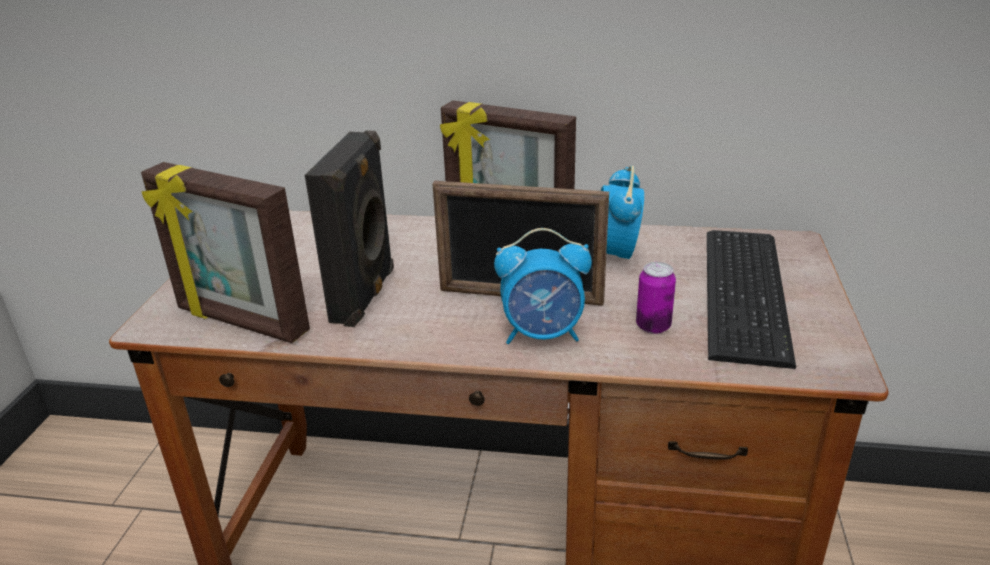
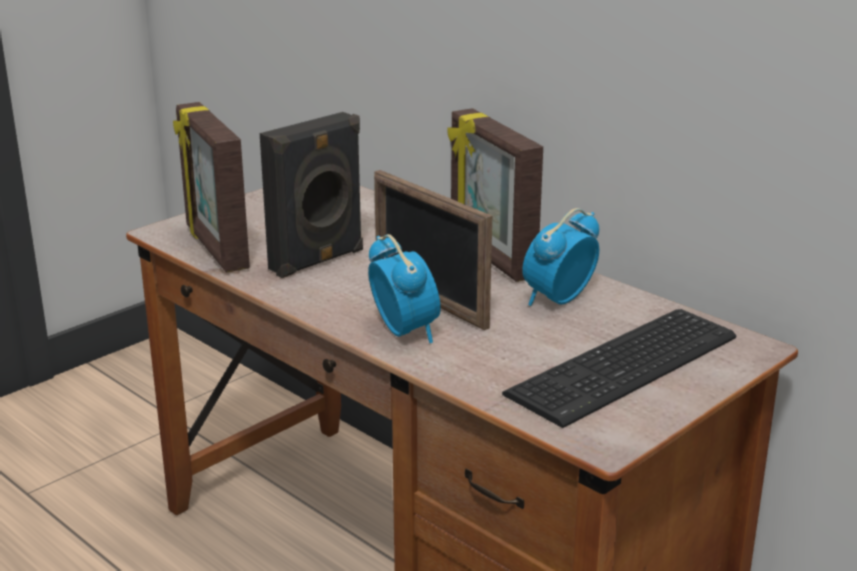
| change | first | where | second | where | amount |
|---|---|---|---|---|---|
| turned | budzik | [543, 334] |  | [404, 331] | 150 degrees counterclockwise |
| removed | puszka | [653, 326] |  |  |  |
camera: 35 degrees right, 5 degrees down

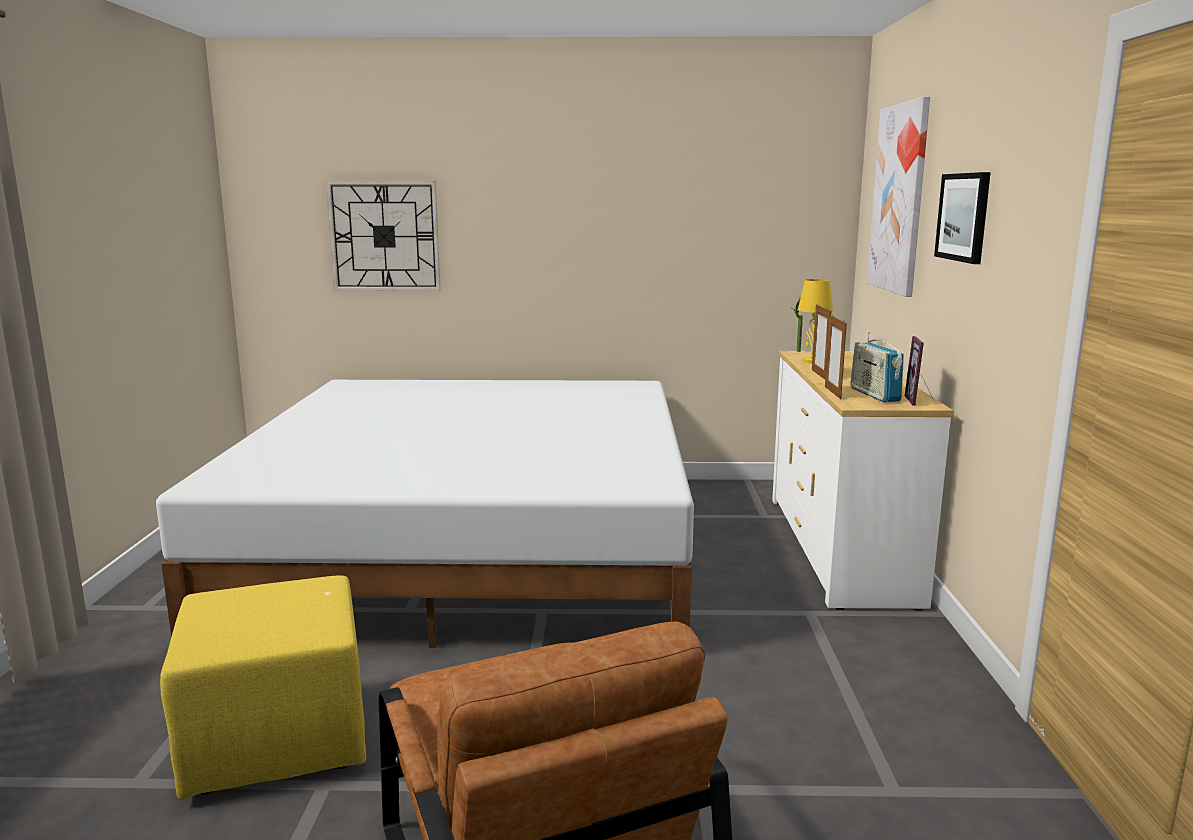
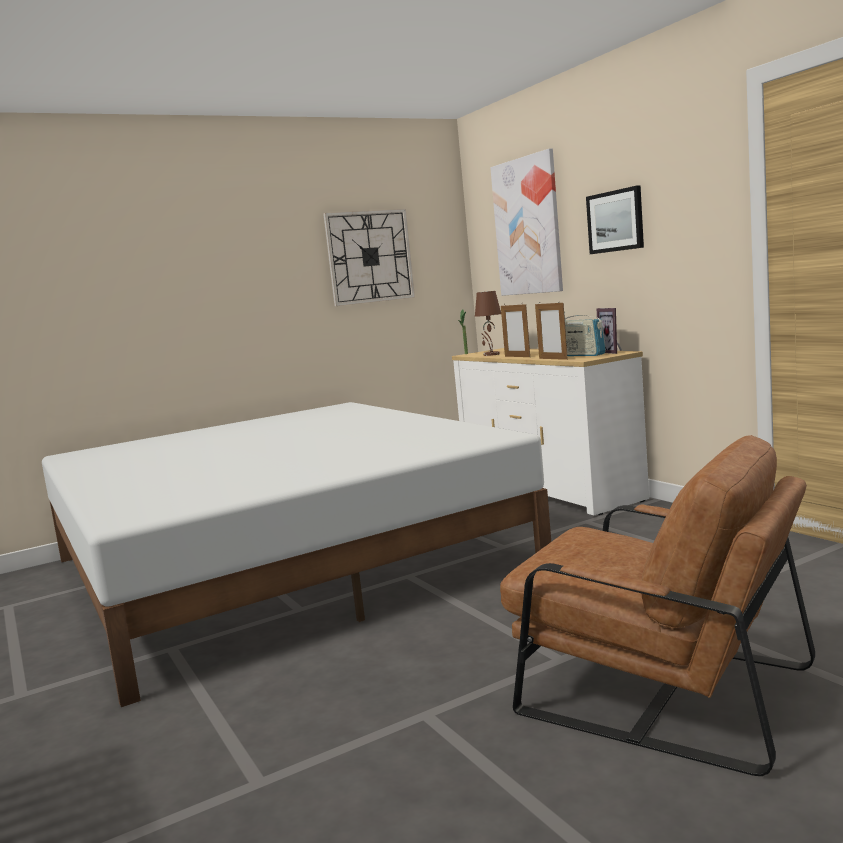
| change | first | where | second | where | amount |
|---|---|---|---|---|---|
| removed | pufa (żółty) | [280, 740] |  |  |  |
| moved | zegar ścienny | [384, 236] |  | [369, 257] |  |
| recoloured | lampa stołowa (żółty) | [811, 361] | lampa stołowa (brązowy) | [491, 354] |  |
camera: 30 degrees left, 5 degrees down

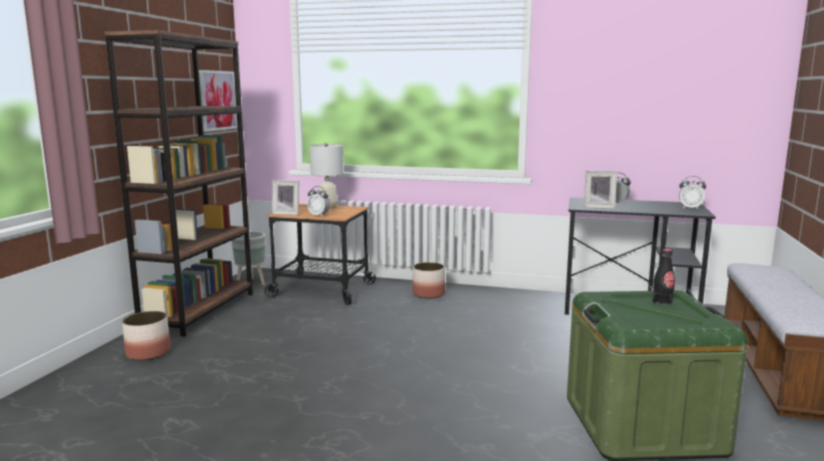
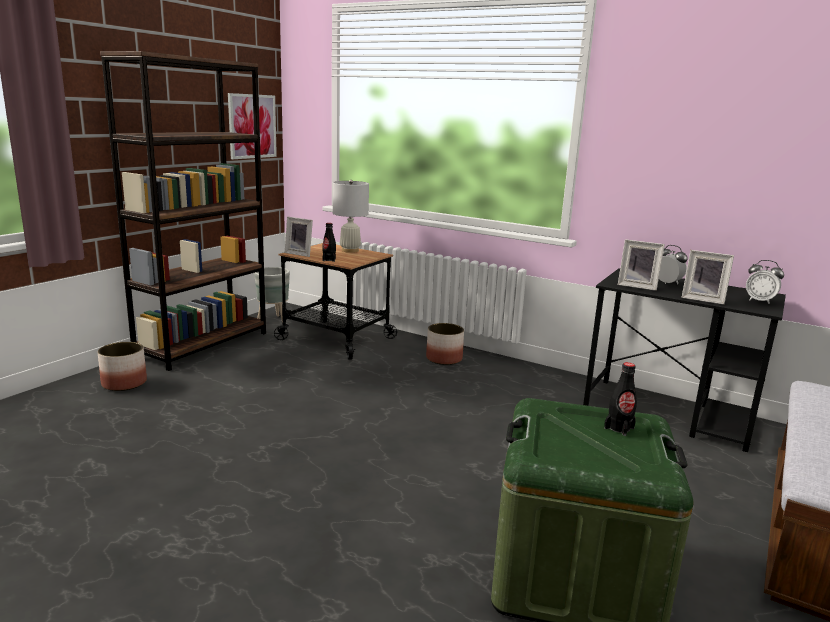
| change | first | where | second | where | amount |
|---|---|---|---|---|---|
| replaced | budzik | [319, 215] | butelka (czarny) | [329, 260] |  |
| added |  |  | ramka na zdjęcie | [703, 299] |  |
camera: 15 degrees right, 5 degrees up

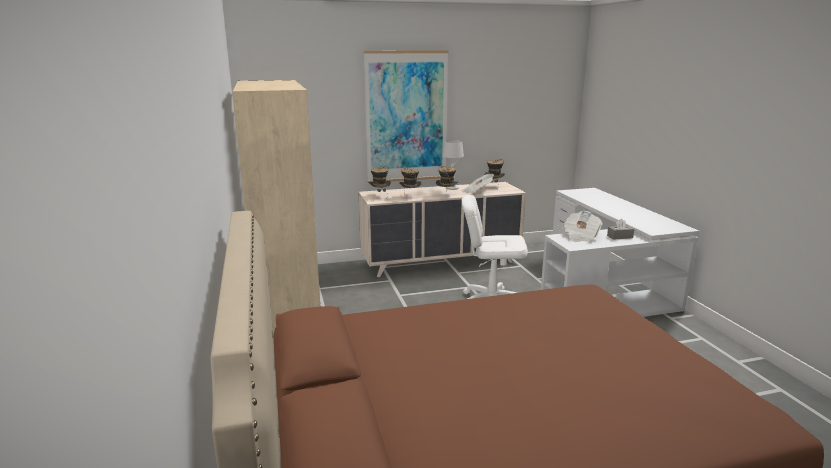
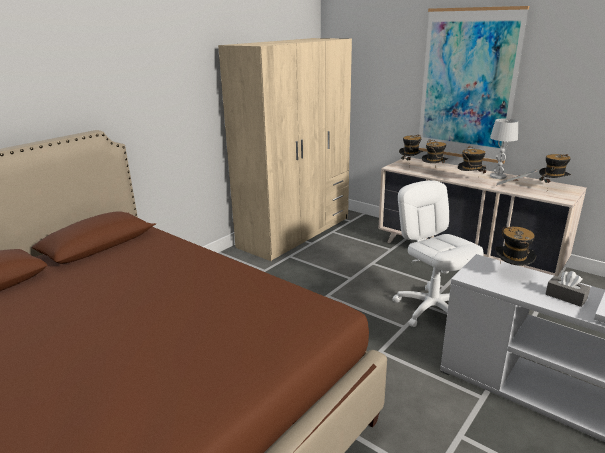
| change | first | where | second | where | amount |
|---|---|---|---|---|---|
| replaced | gazeta | [580, 237] | kapelusz | [511, 273] |  |
camera: 55 degrees right, 5 degrees up

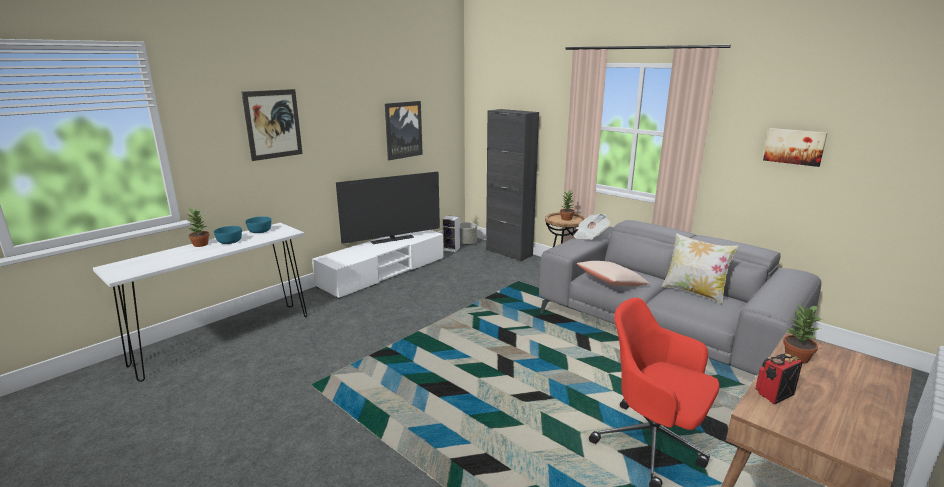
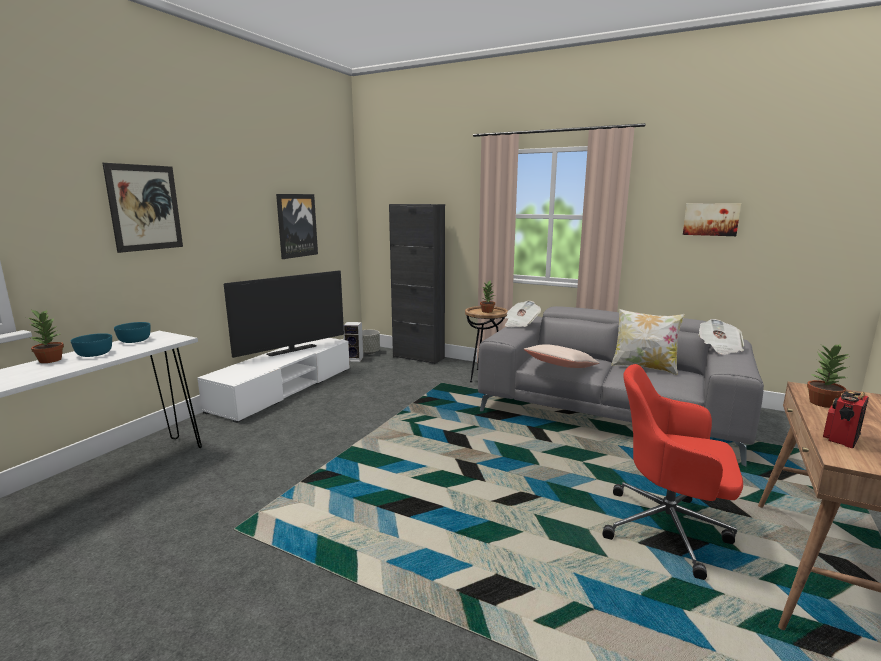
| change | first | where | second | where | amount |
|---|---|---|---|---|---|
| added |  |  | gazeta | [719, 348] |  |
camera: 15 degrees left, 5 degrees down

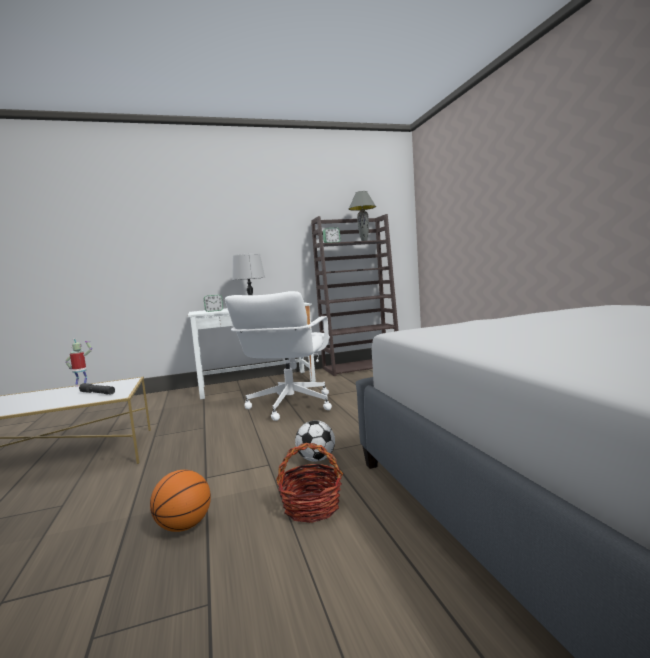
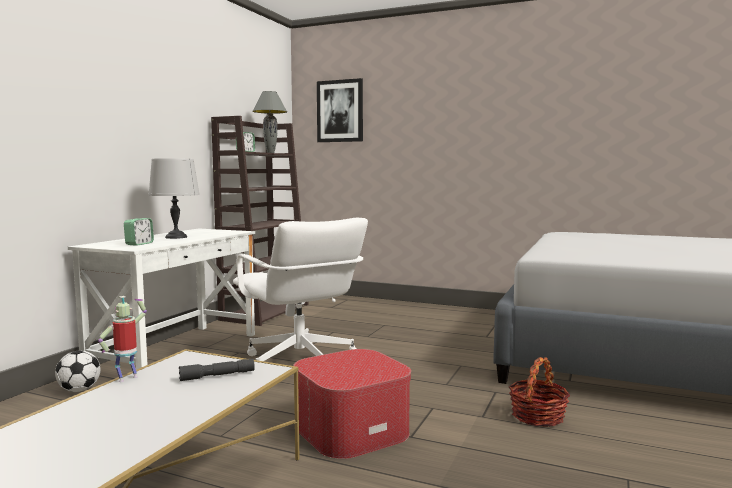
| change | first | where | second | where | amount |
|---|---|---|---|---|---|
| removed | piłka do koszykówki | [184, 526] |  |  |  |
| moved | piłka futbolowa | [316, 459] |  | [79, 390] |  |
| added |  |  | pufa | [351, 429] |  |
| added |  |  | obraz | [340, 111] |  |
camera: 50 degrees left, 0 degrees up

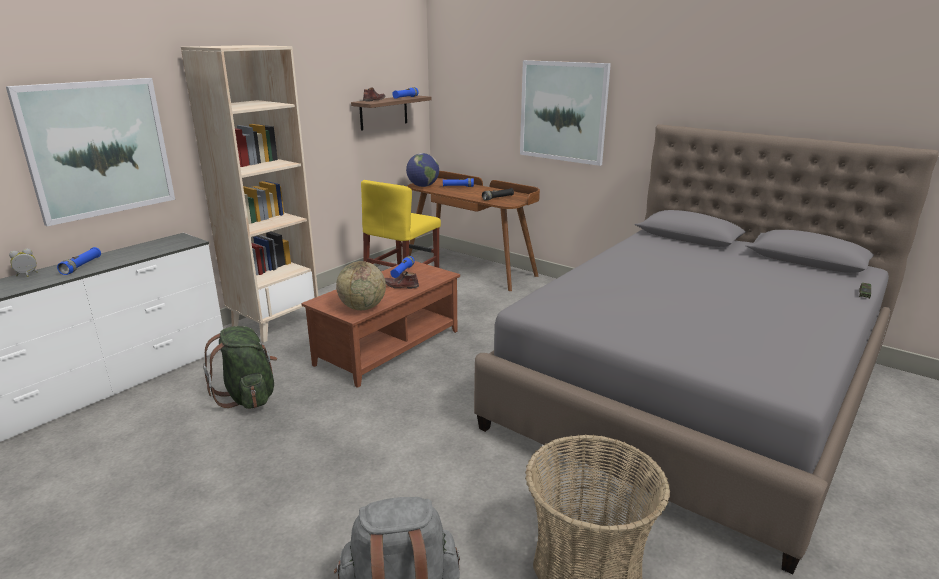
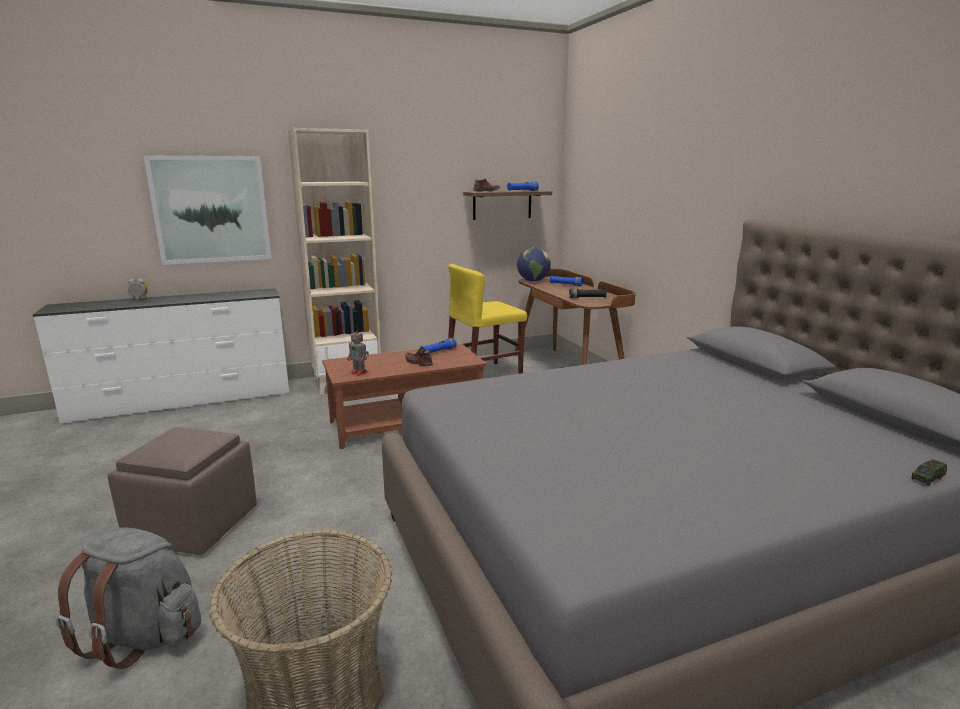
| change | first | where | second | where | amount |
|---|---|---|---|---|---|
| removed | latarka (niebieski) | [81, 266] |  |  |  |
| removed | plecak (zielony) | [248, 397] |  |  |  |
| replaced | globus | [362, 307] | robot zabawkowy | [360, 373] |  |
| removed | obraz | [563, 111] |  |  |  |
| added |  |  | pufa (brązowy) | [194, 526] |  |
camera: 30 degrees right, 5 degrees down

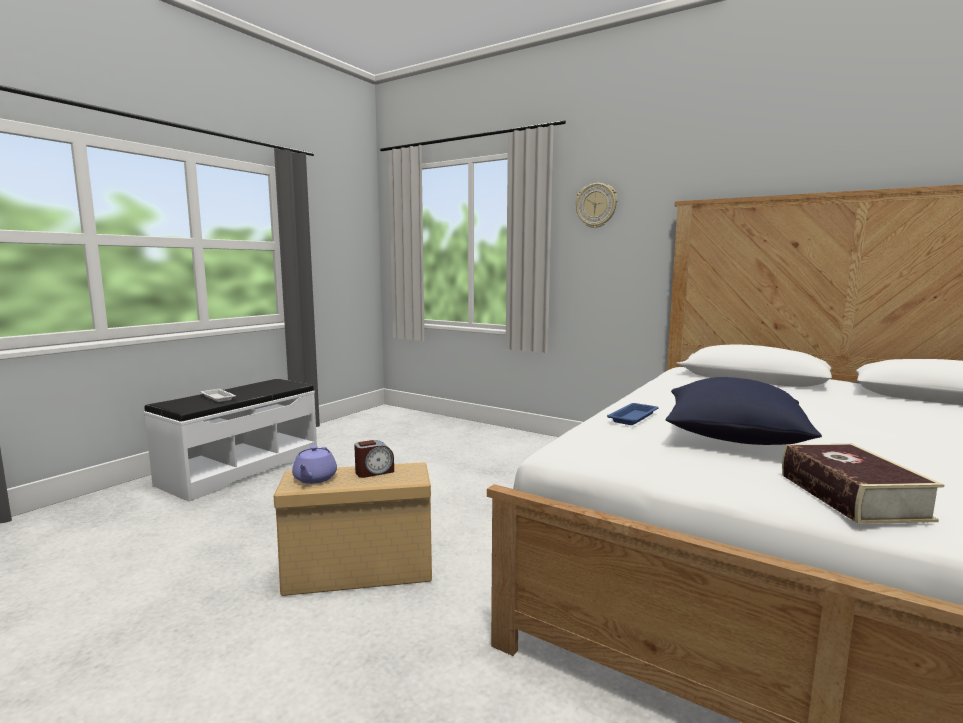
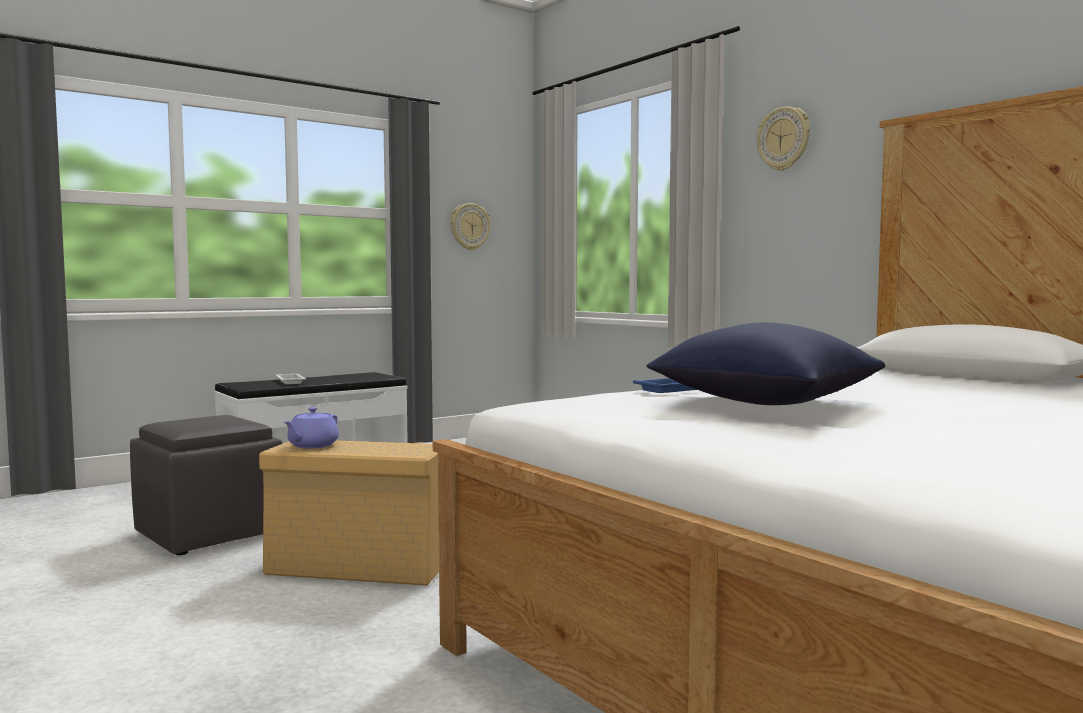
| change | first | where | second | where | amount |
|---|---|---|---|---|---|
| removed | budzik | [374, 472] |  |  |  |
| removed | książka | [851, 496] |  |  |  |
| added |  |  | pufa (szary) | [210, 533] |  |
| added |  |  | zegar ścienny | [469, 226] |  |
camera: 20 degrees right, 5 degrees down

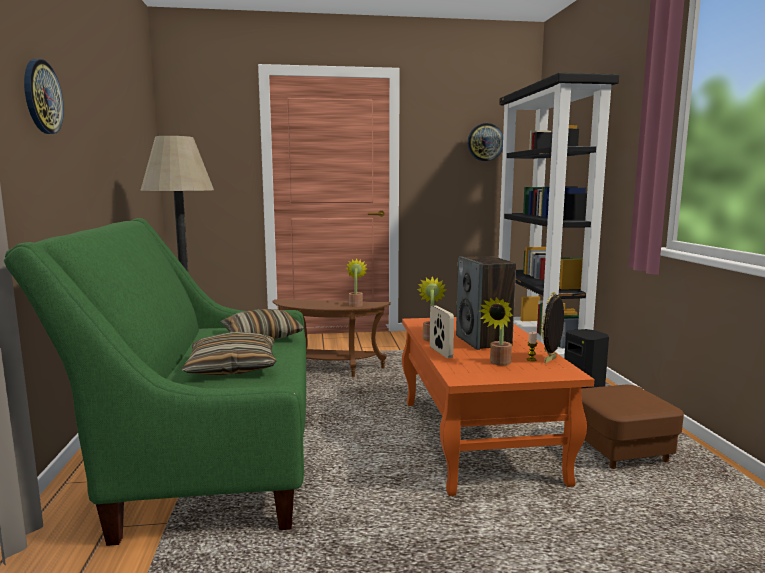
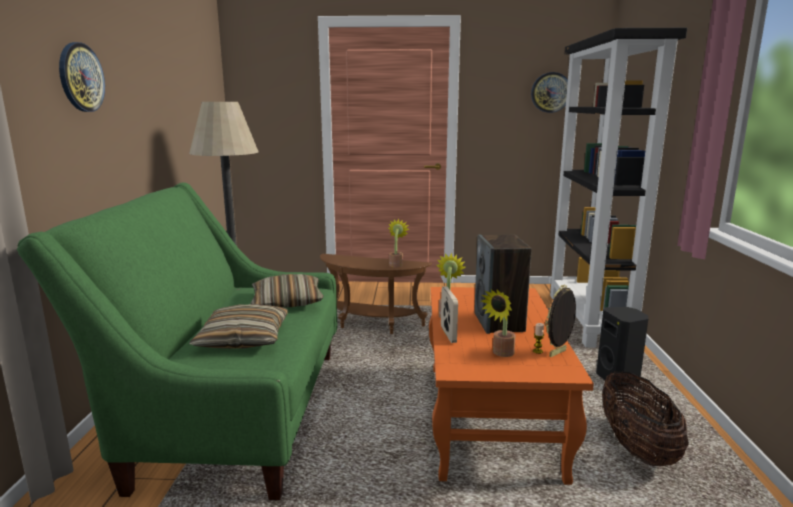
| change | first | where | second | where | amount |
|---|---|---|---|---|---|
| replaced | pufa (brązowy) | [620, 452] | koszyk | [636, 447] |  |
camera: 10 degrees right, 5 degrees up

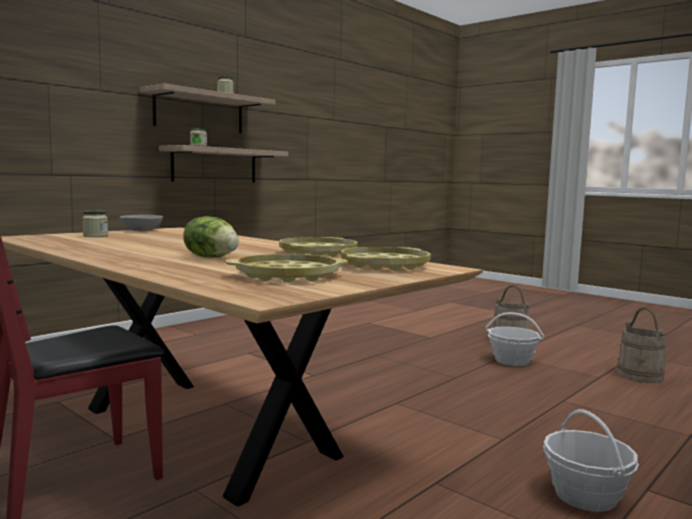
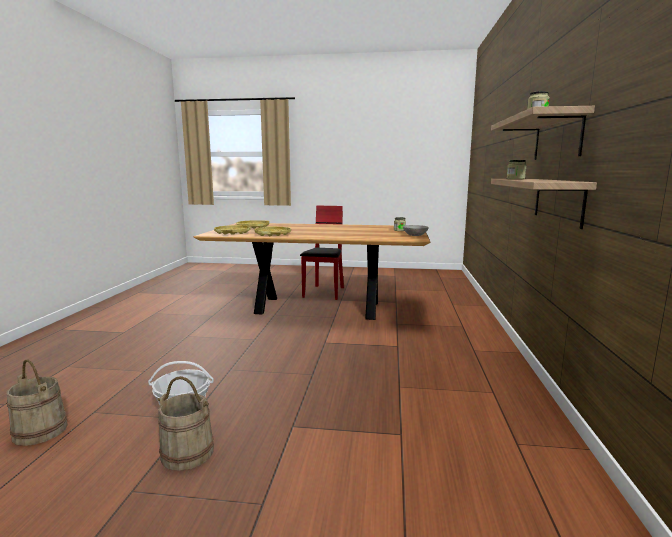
| change | first | where | second | where | amount |
|---|---|---|---|---|---|
| removed | sałata | [212, 257] |  |  |  |
| removed | koszyk | [585, 495] |  |  |  |
camera: 145 degrees right, 5 degrees up

